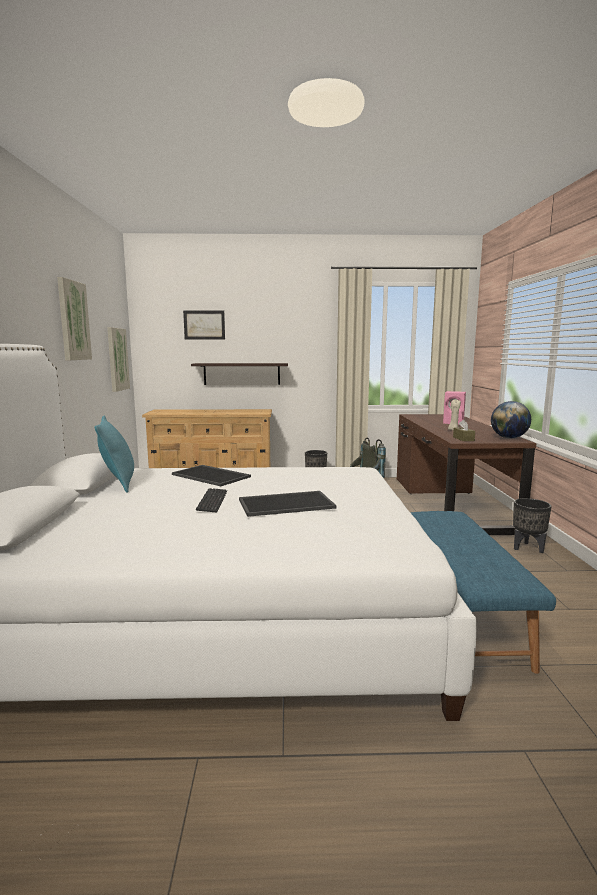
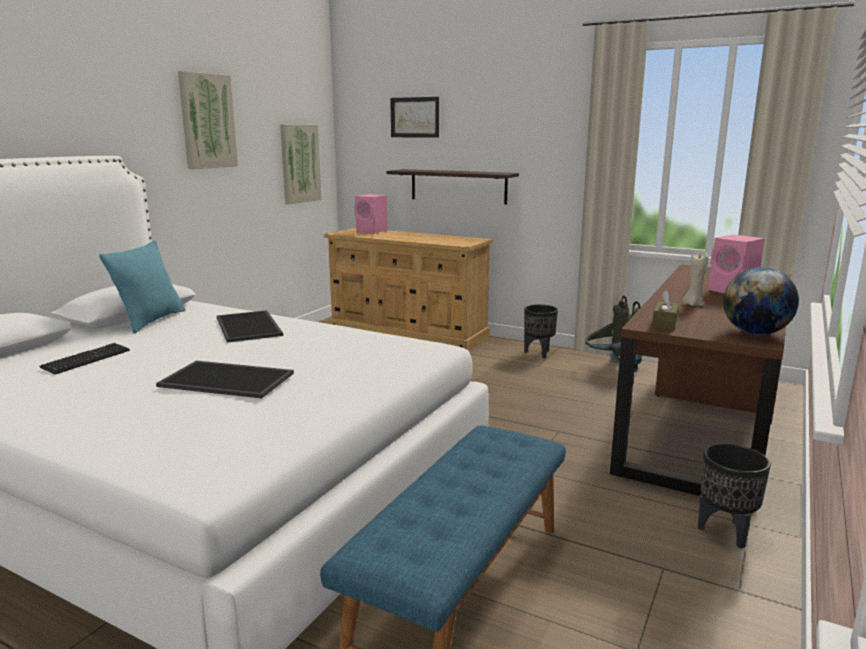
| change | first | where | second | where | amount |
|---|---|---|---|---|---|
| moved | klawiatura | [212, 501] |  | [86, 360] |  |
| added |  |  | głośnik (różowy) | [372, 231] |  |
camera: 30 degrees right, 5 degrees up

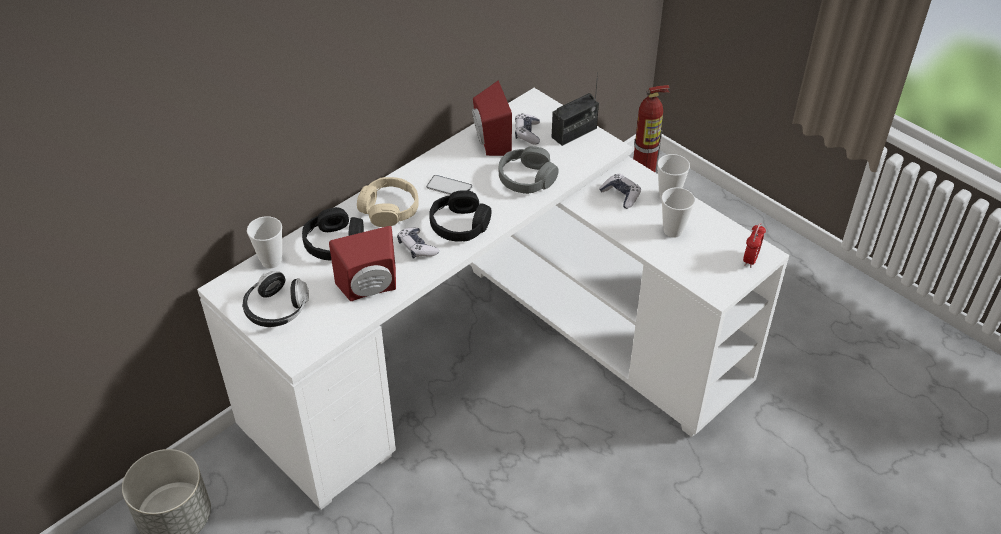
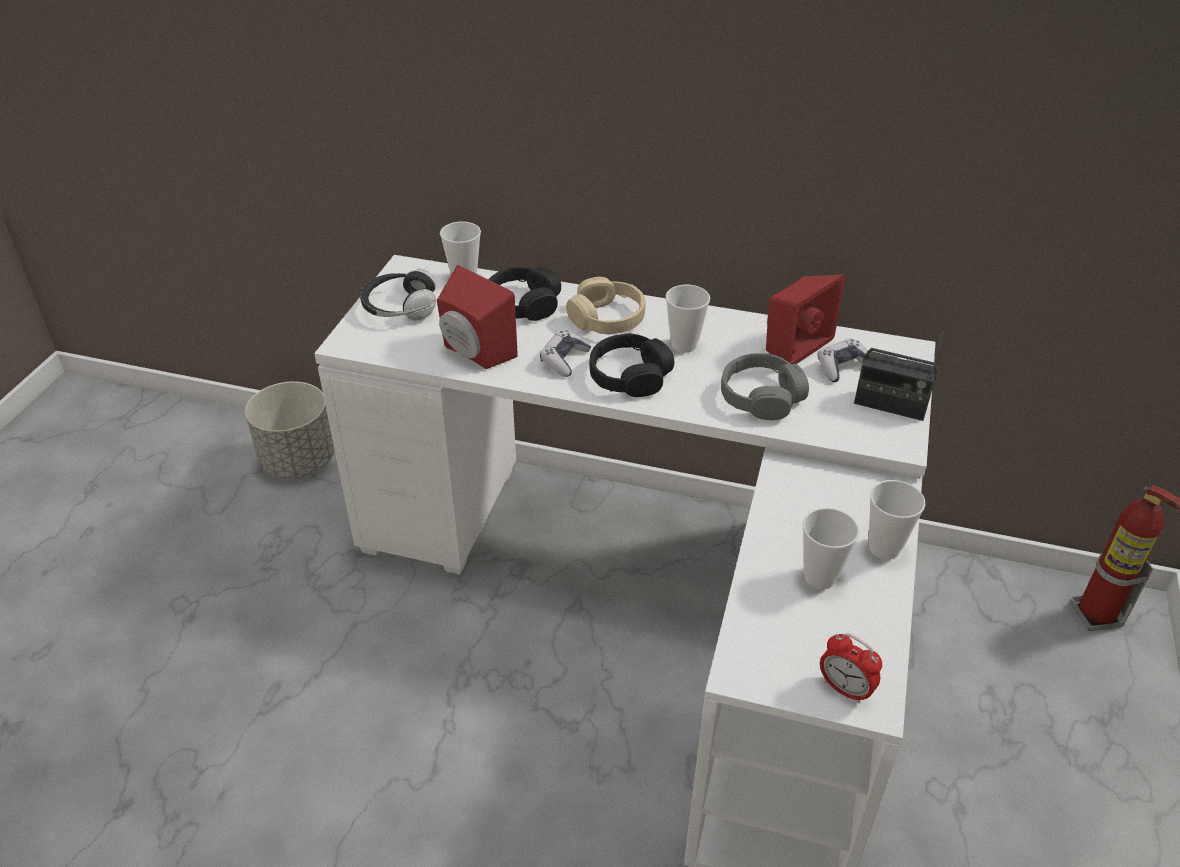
| change | first | where | second | where | amount |
|---|---|---|---|---|---|
| replaced | telefon | [449, 187] | filiżanka | [684, 345] |  |
| removed | pad do gier | [621, 195] |  |  |  |
| turned | budzik | [750, 259] |  | [845, 689] | 45 degrees clockwise |
camera: 60 degrees right, 5 degrees down

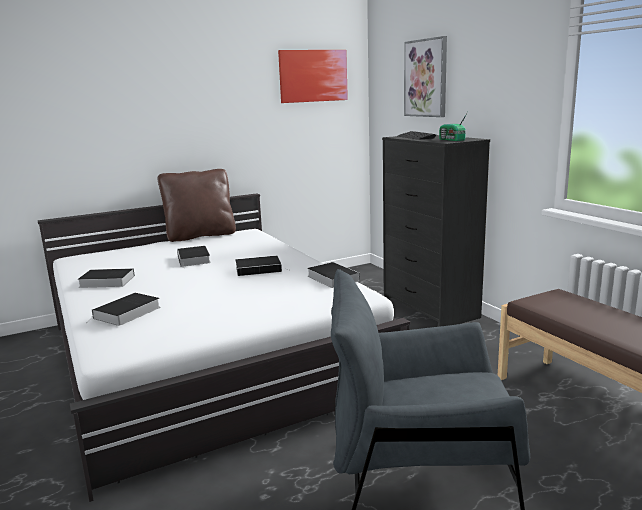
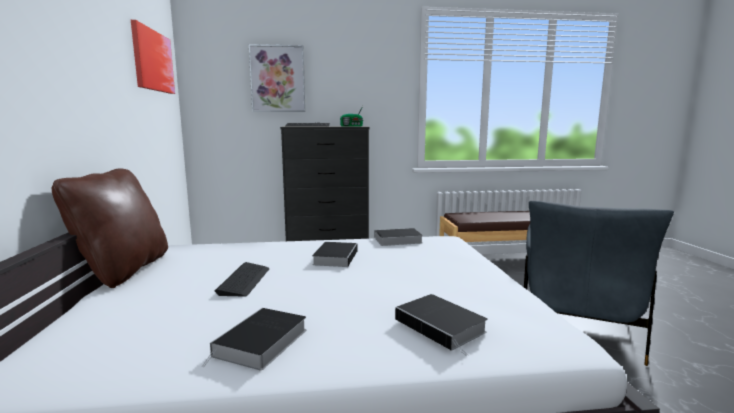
| change | first | where | second | where | amount |
|---|---|---|---|---|---|
| replaced | książka | [194, 259] | klawiatura | [244, 280] |  |
camera: 70 degrees left, 5 degrees down

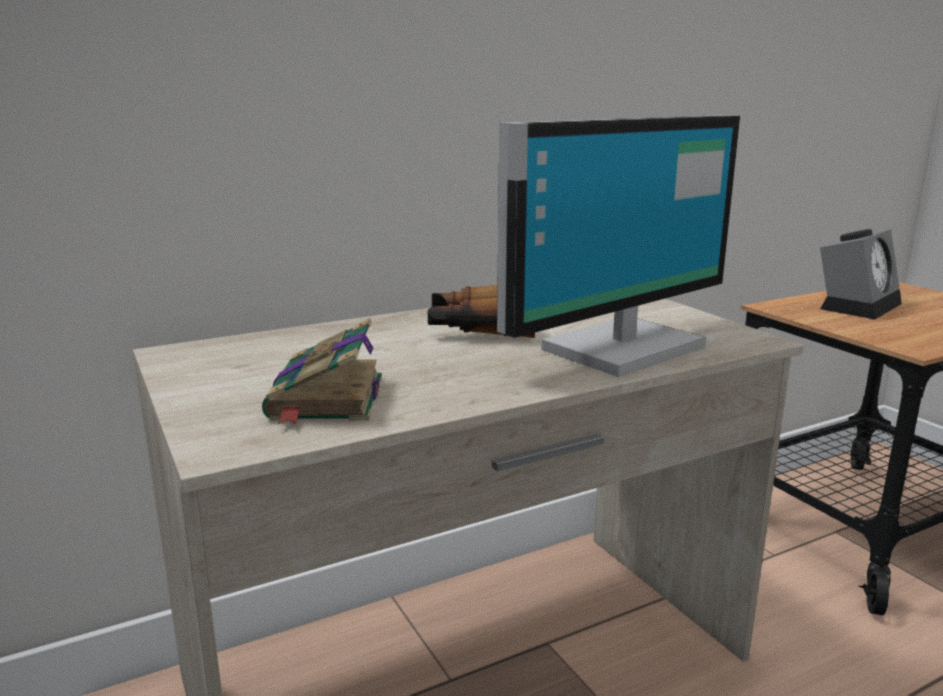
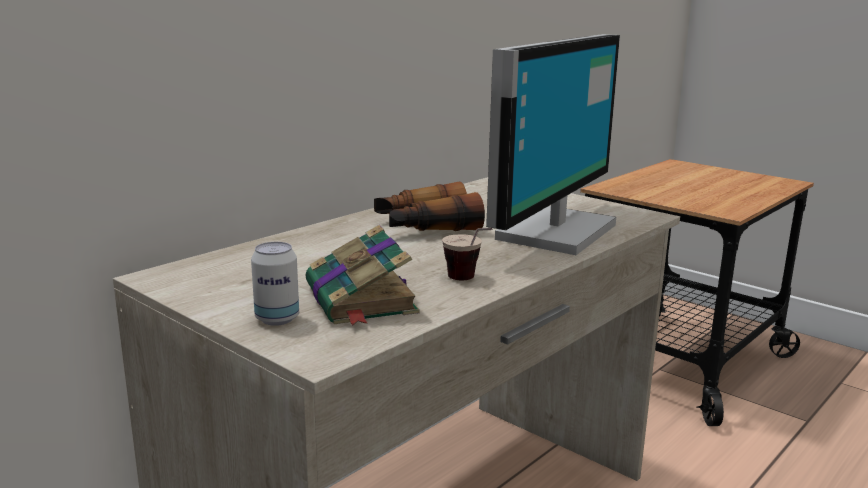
| change | first | where | second | where | amount |
|---|---|---|---|---|---|
| removed | budzik | [857, 305] |  |  |  |
| added |  |  | puszka | [277, 319] |  |
| added |  |  | filiżanka | [469, 282] |  |
camera: 20 degrees left, 0 degrees up

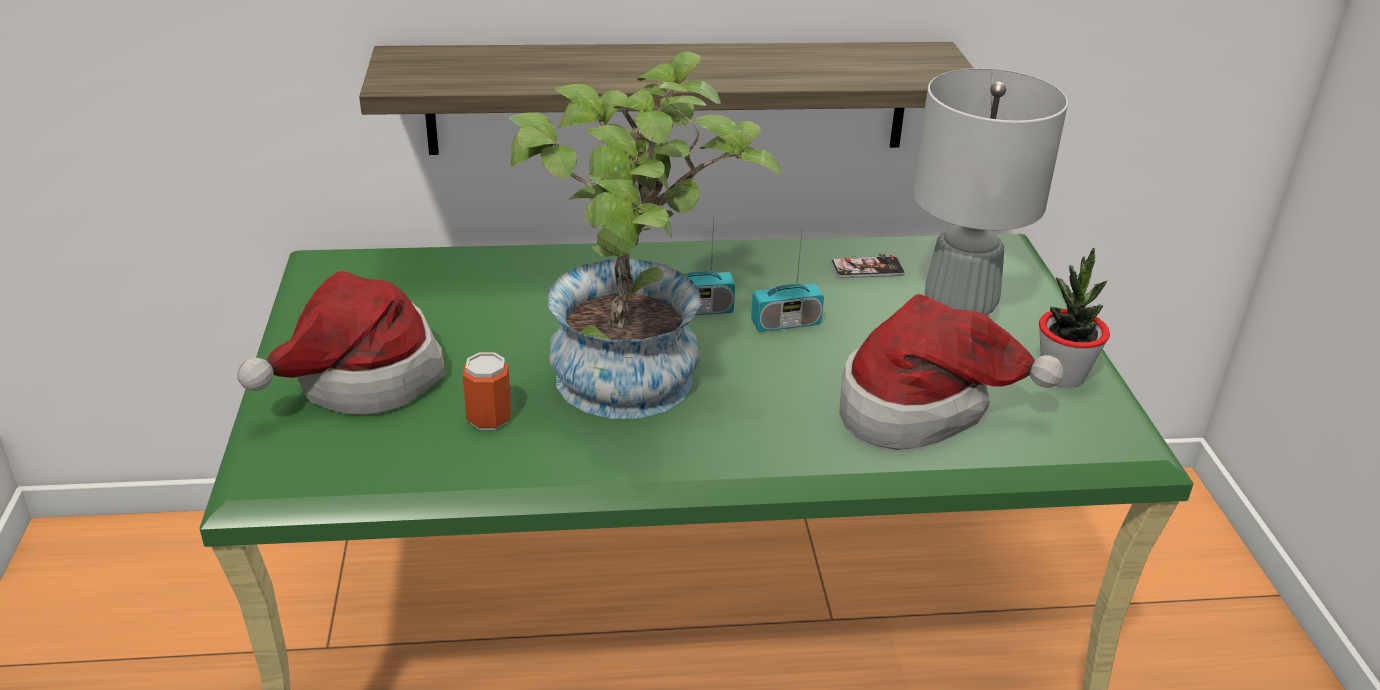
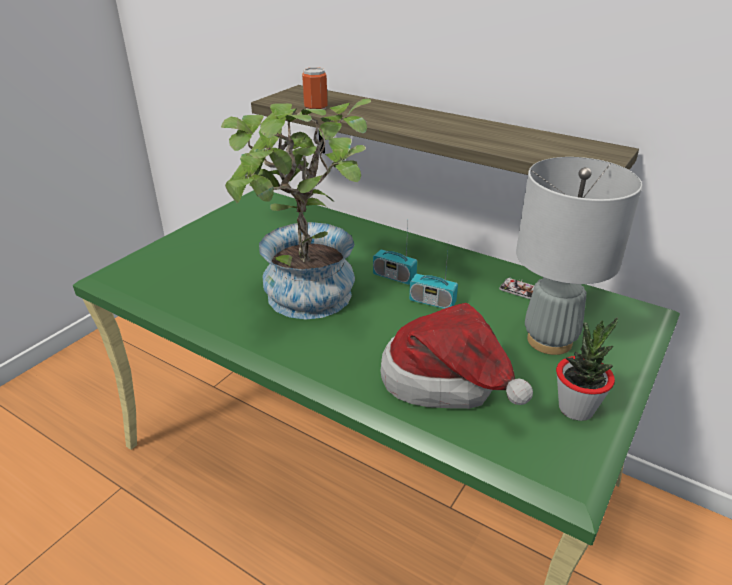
| change | first | where | second | where | amount |
|---|---|---|---|---|---|
| removed | kapelusz | [360, 378] |  |  |  |
| moved | puszka | [489, 418] |  | [315, 107] |  |
camera: 40 degrees right, 0 degrees up

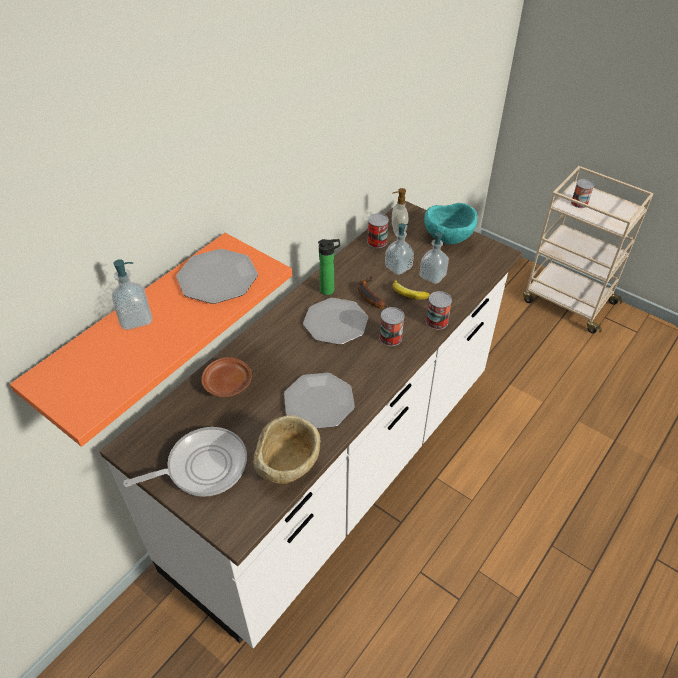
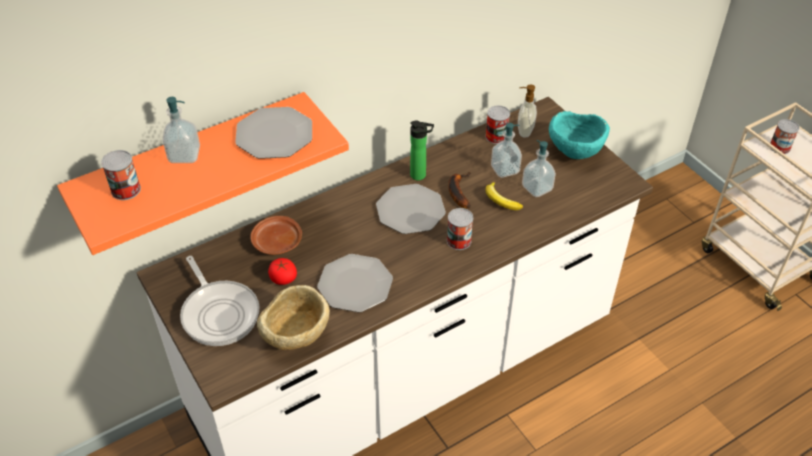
| change | first | where | second | where | amount |
|---|---|---|---|---|---|
| turned | patelnia | [202, 466] |  | [219, 313] | 60 degrees clockwise |
| moved | puszka | [437, 321] |  | [126, 189] |  |
| added |  |  | pomidor | [283, 278] |  |
camera: 20 degrees right, 0 degrees up

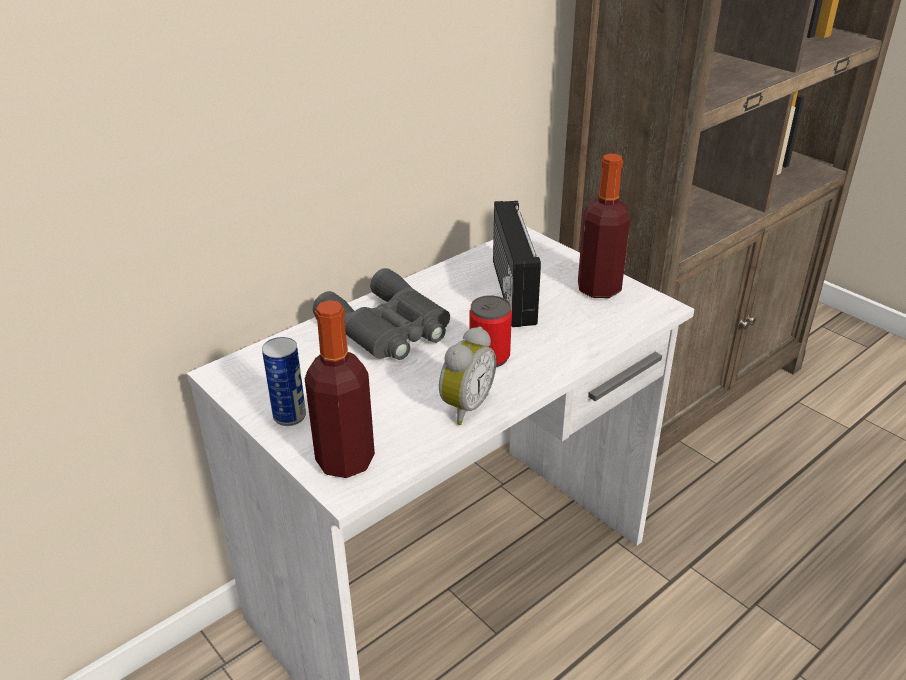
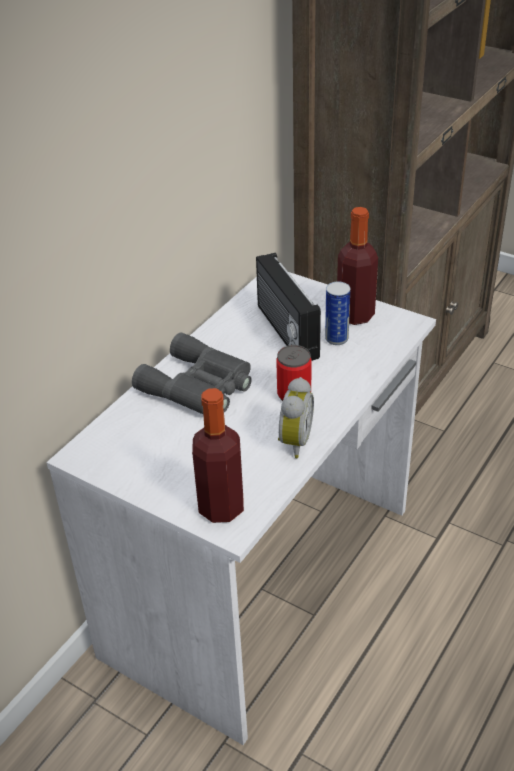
| change | first | where | second | where | amount |
|---|---|---|---|---|---|
| moved | puszka | [289, 416] |  | [336, 339] |  |
camera: 15 degrees left, 5 degrees up

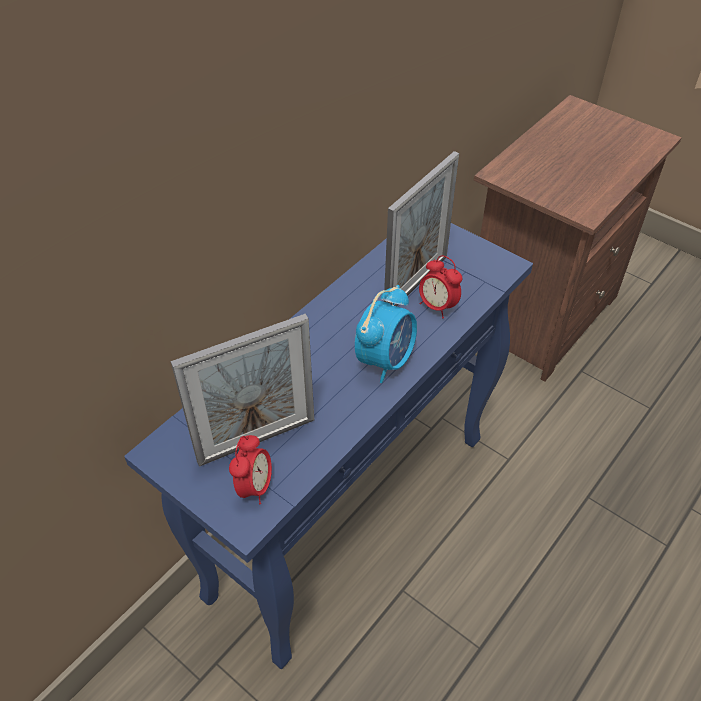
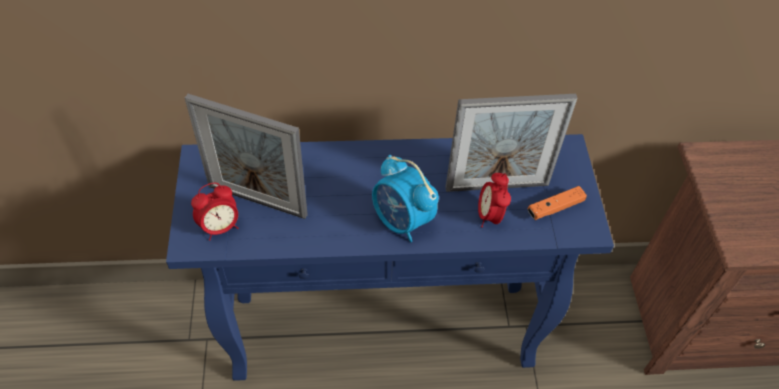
| change | first | where | second | where | amount |
|---|---|---|---|---|---|
| turned | budzik | [386, 360] |  | [402, 221] | 60 degrees clockwise |
| added |  |  | pad do gier (pomarańczowy) | [555, 207] |  |
camera: 45 degrees right, 5 degrees up

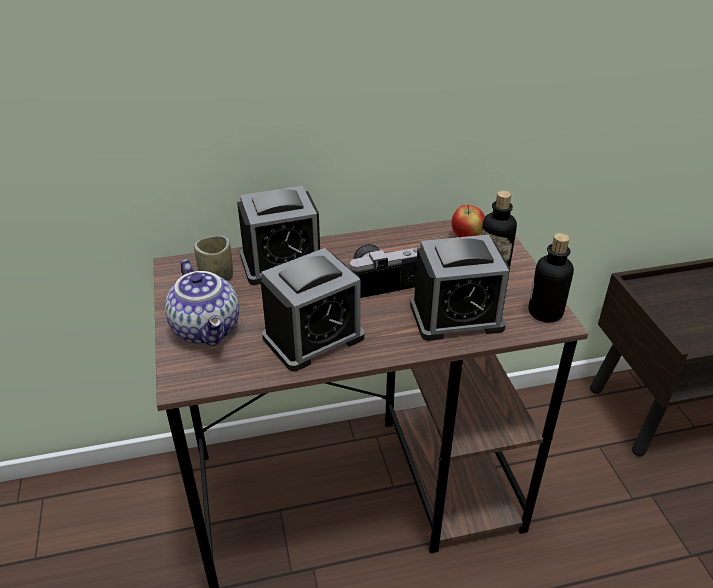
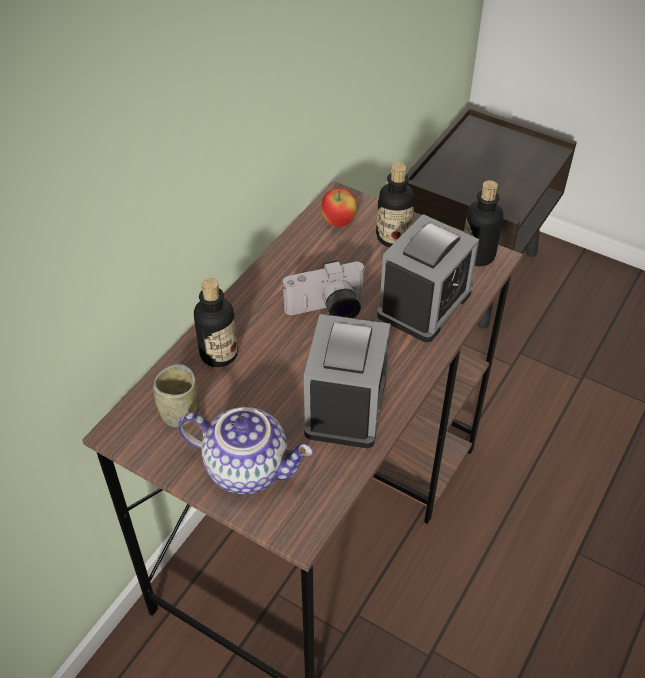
| change | first | where | second | where | amount |
|---|---|---|---|---|---|
| replaced | budzik | [282, 263] | butelka | [219, 354] |  |
| turned | aparat fotograficzny | [382, 280] |  | [327, 311] | 135 degrees counterclockwise |
camera: 45 degrees left, 10 degrees up

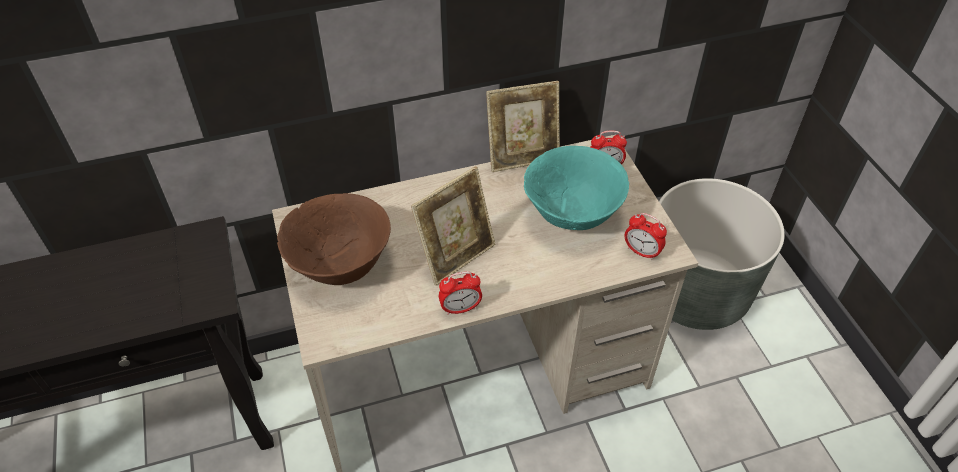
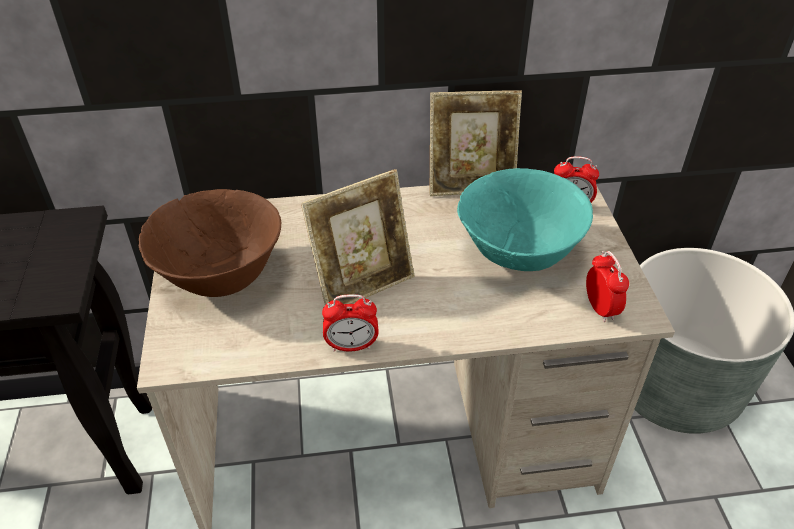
| change | first | where | second | where | amount |
|---|---|---|---|---|---|
| turned | budzik | [641, 252] |  | [600, 308] | 150 degrees counterclockwise |
camera: 10 degrees right, 5 degrees down

